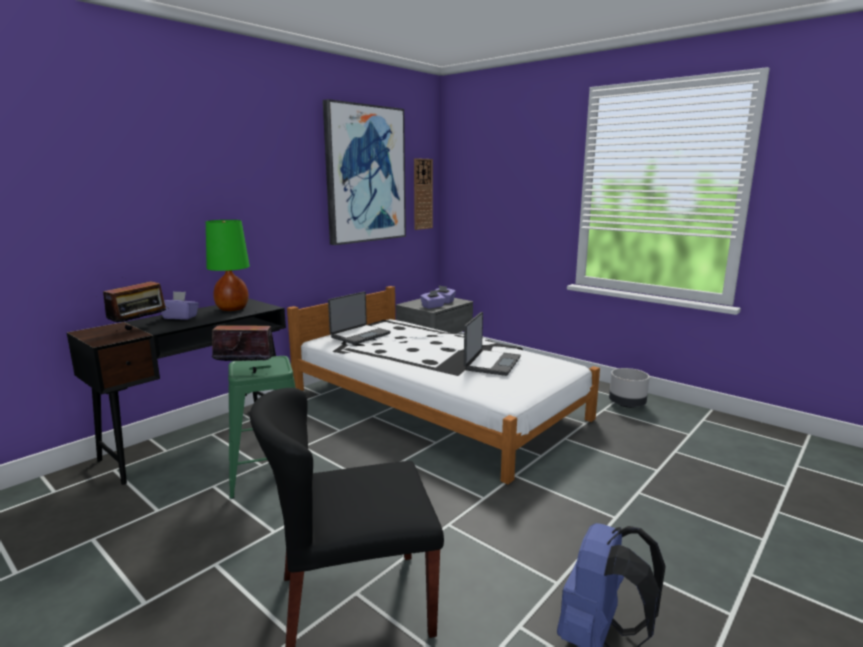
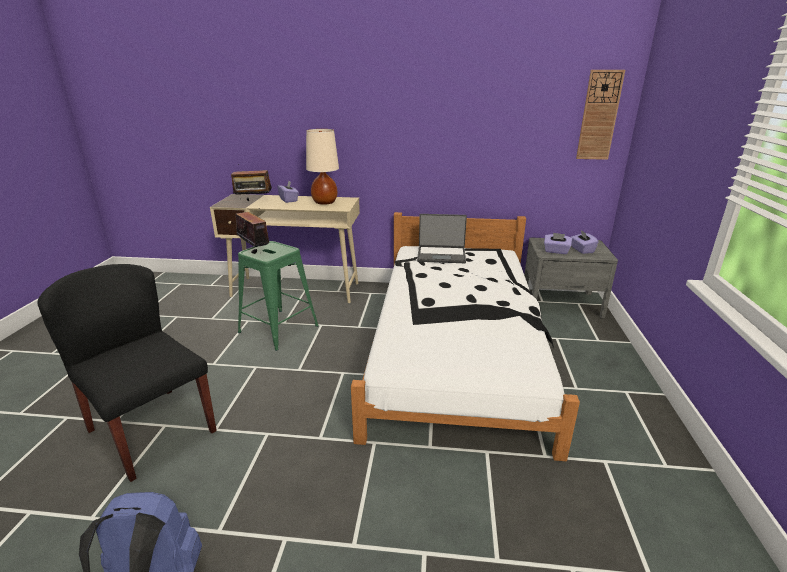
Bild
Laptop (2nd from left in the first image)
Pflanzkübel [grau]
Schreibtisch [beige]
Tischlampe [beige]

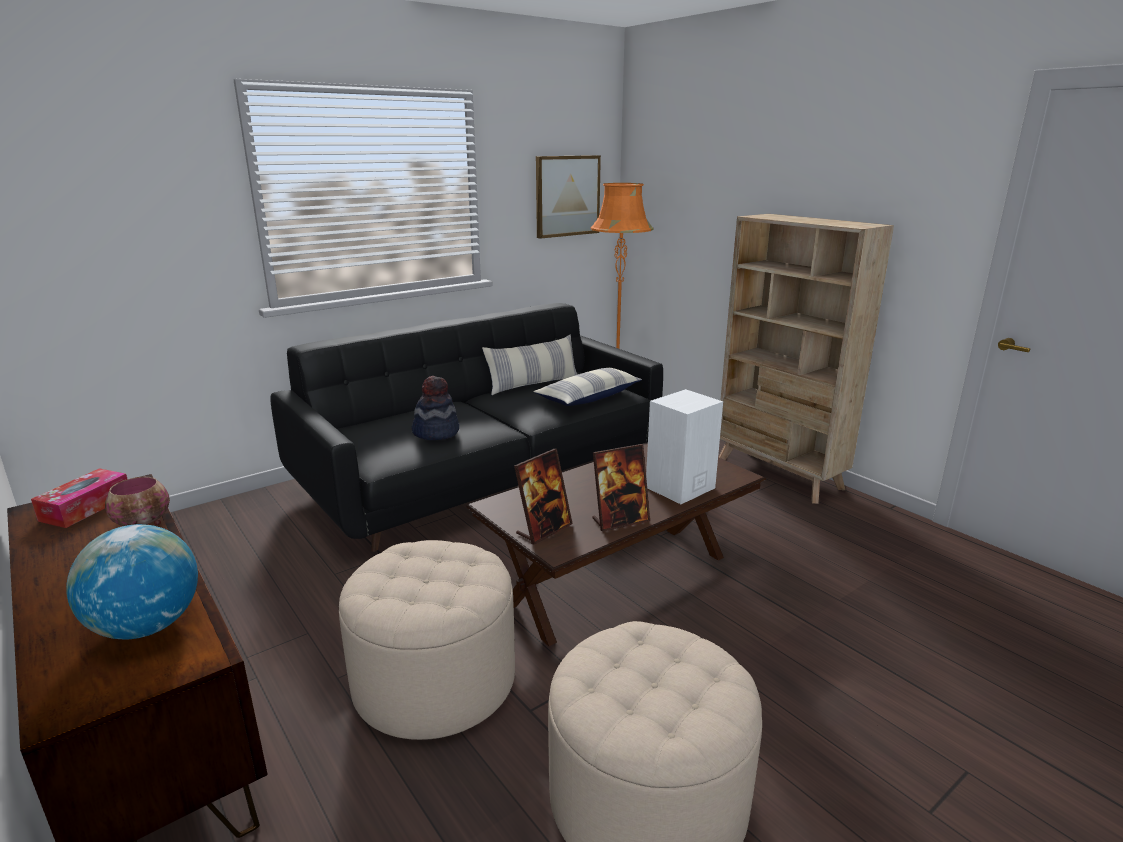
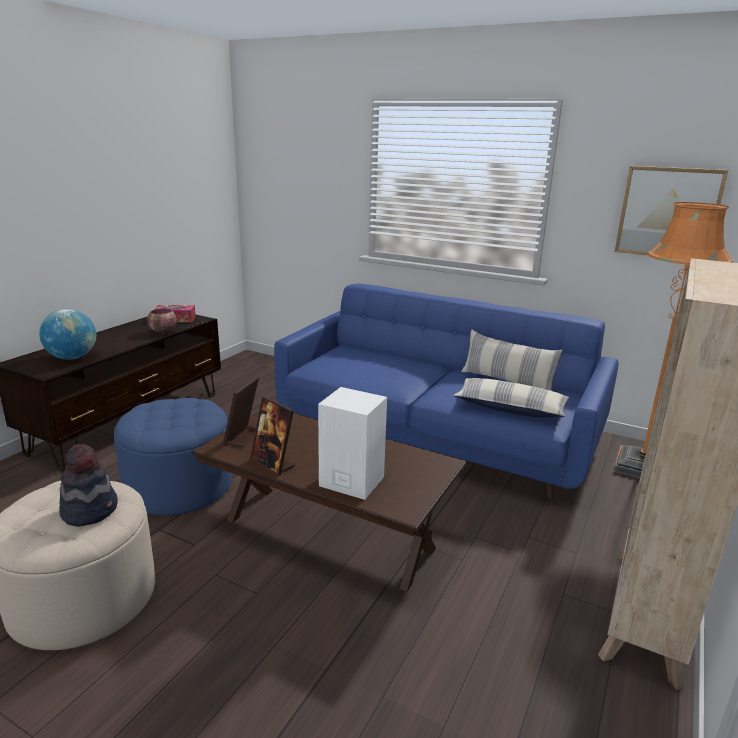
Hut
Sofa [blau]
Polsterhocker [blau]
Bilderrahmen (1st from left)

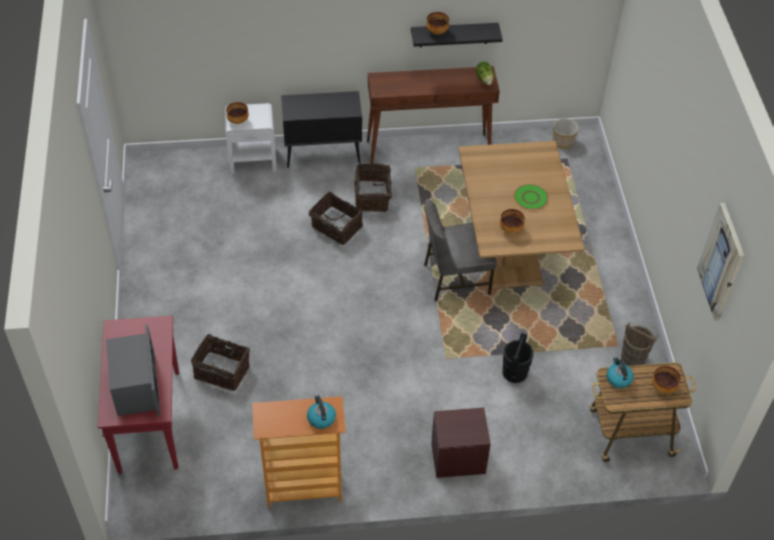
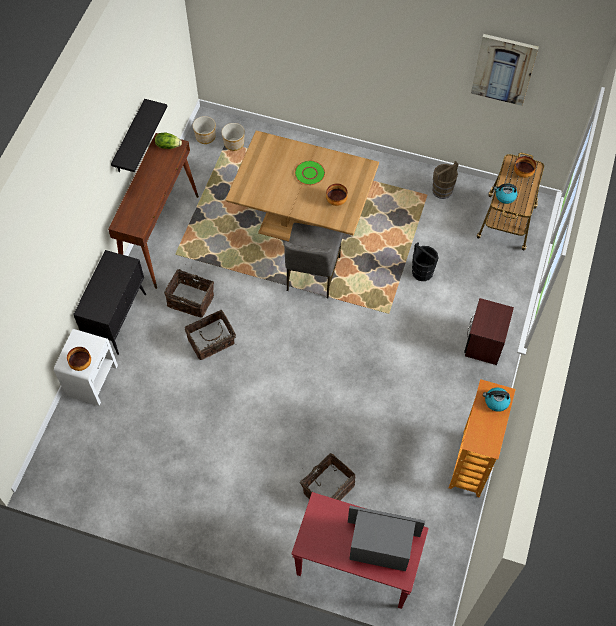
Schüssel (2nd from left in the first image)
Pflanzkübel (2nd from left)

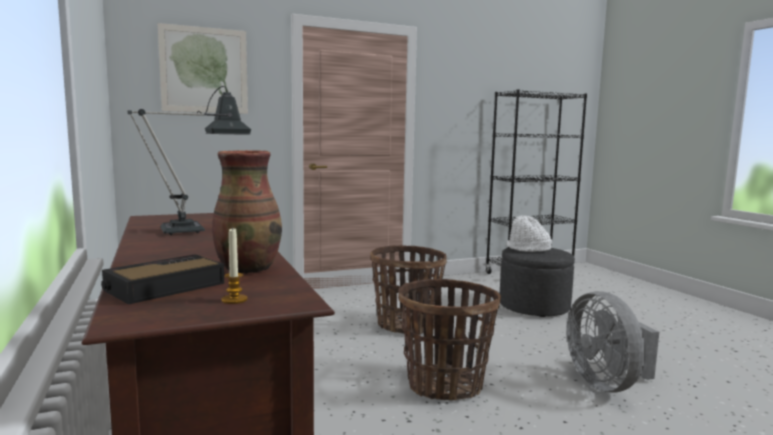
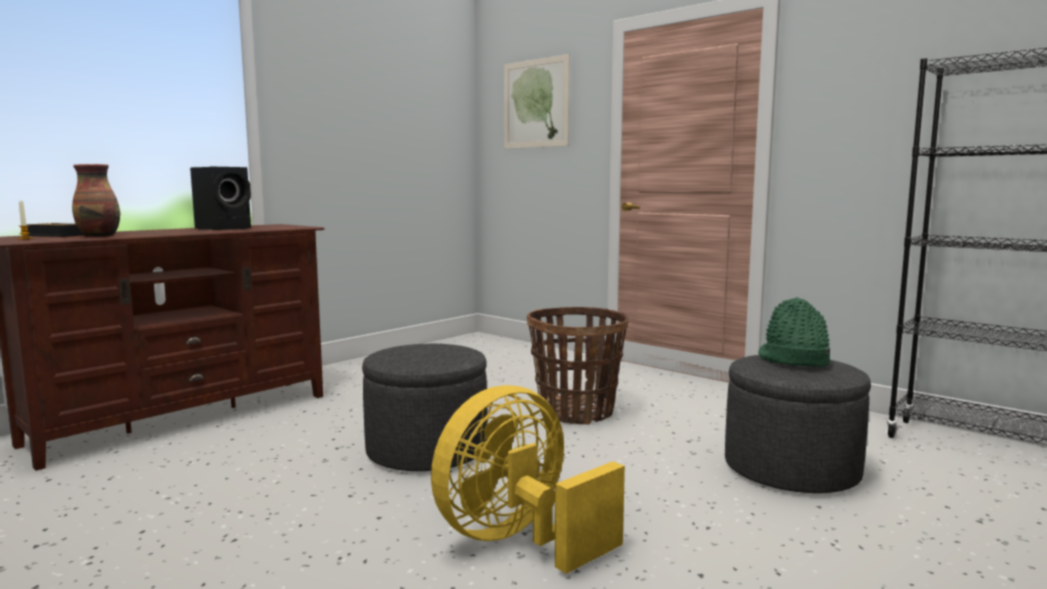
Lautsprecher [schwarz]
Polsterhocker [grau] (1st from left)
Hut [grün]
Ventilator [gelb]

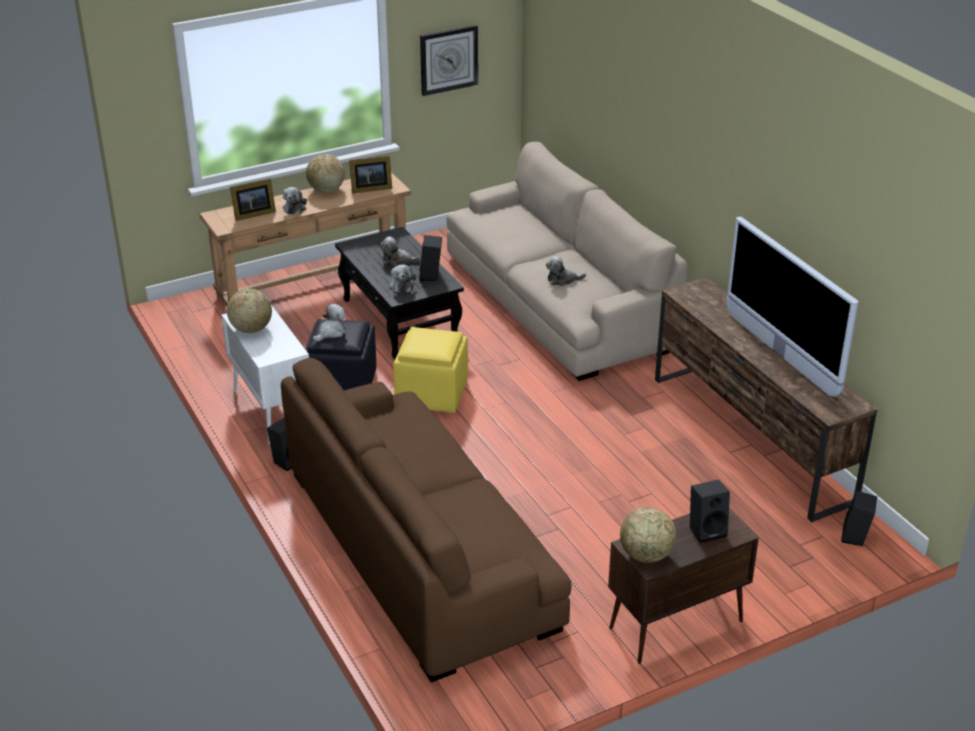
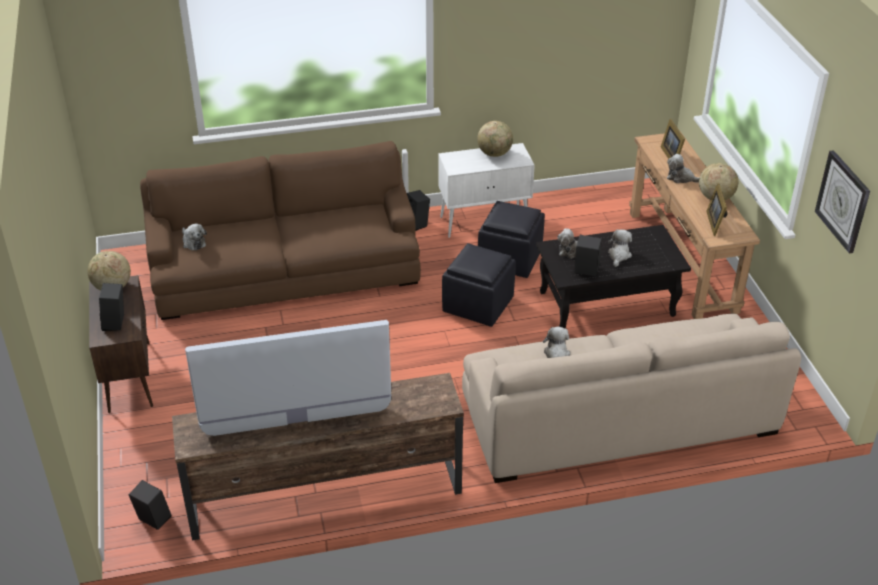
Plüschtier (1st from left)
Polsterhocker [schwarz] (1st from left)

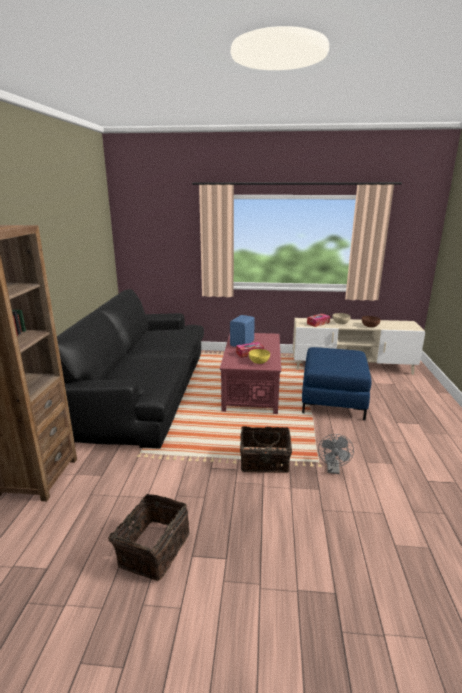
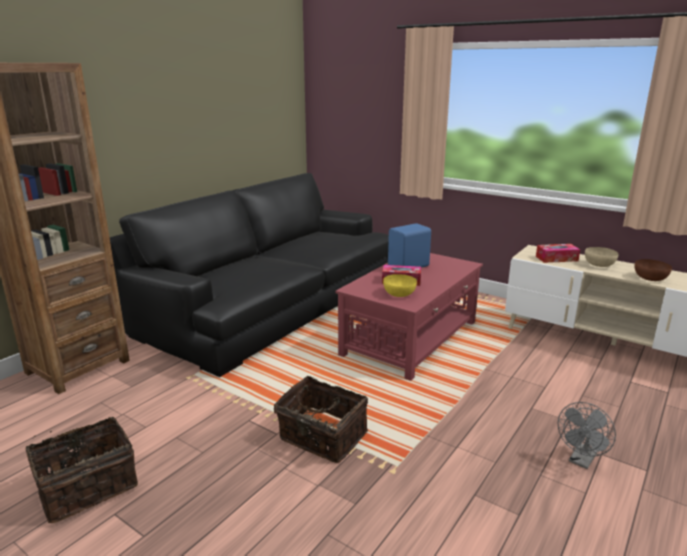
Polsterhocker [blau]
Ventilator [grau]

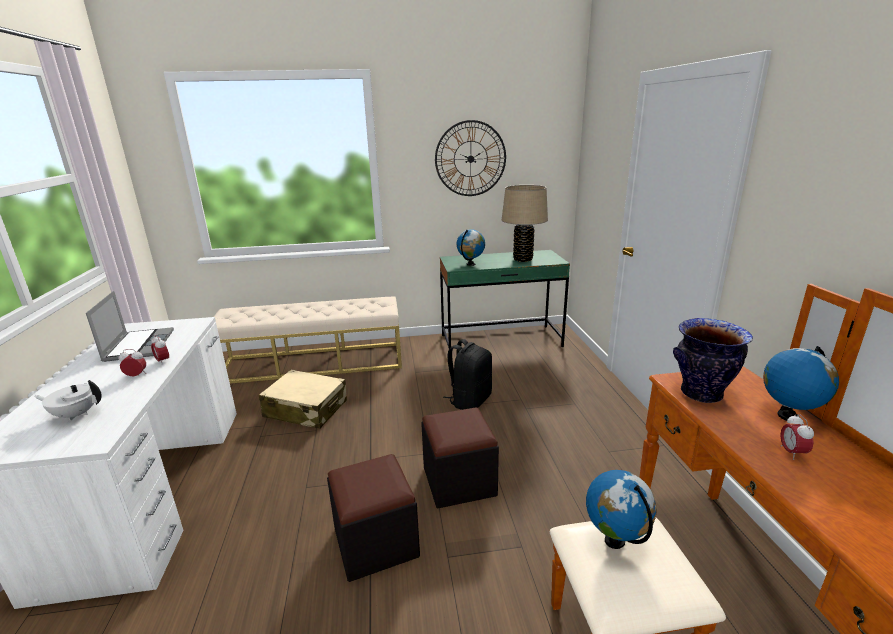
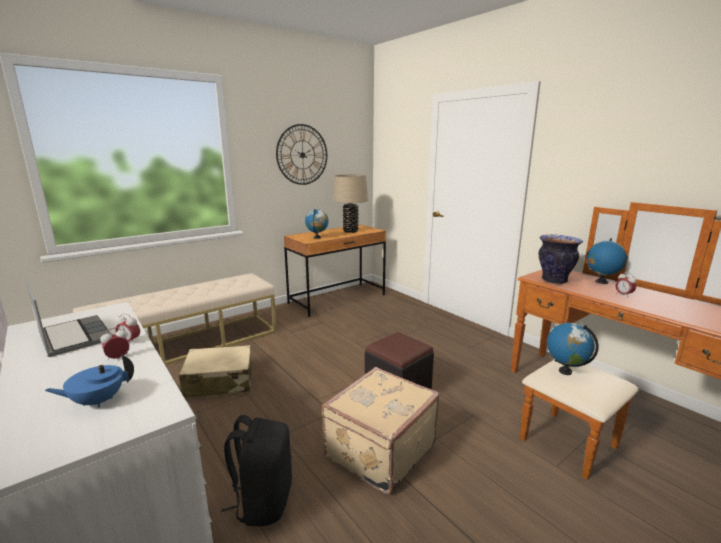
Rucksack [schwarz]
Koffer [beige] (2nd from left)
Teekanne [blau]
Schreibtisch [braun]

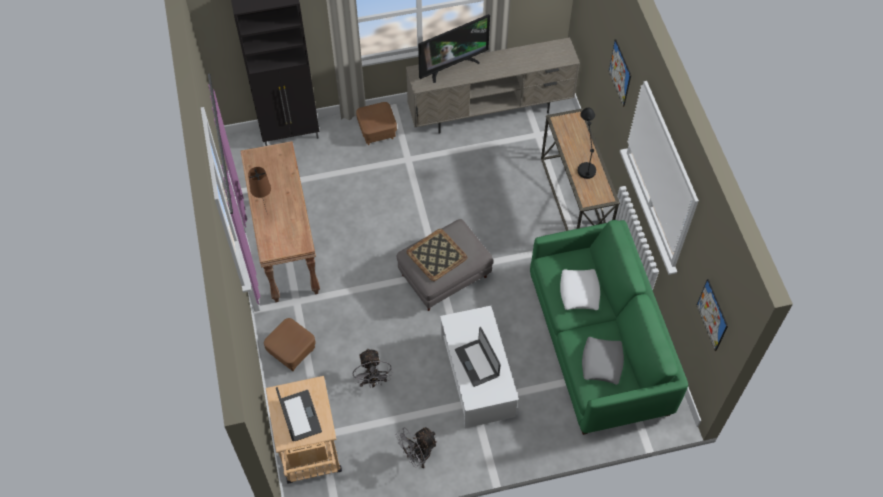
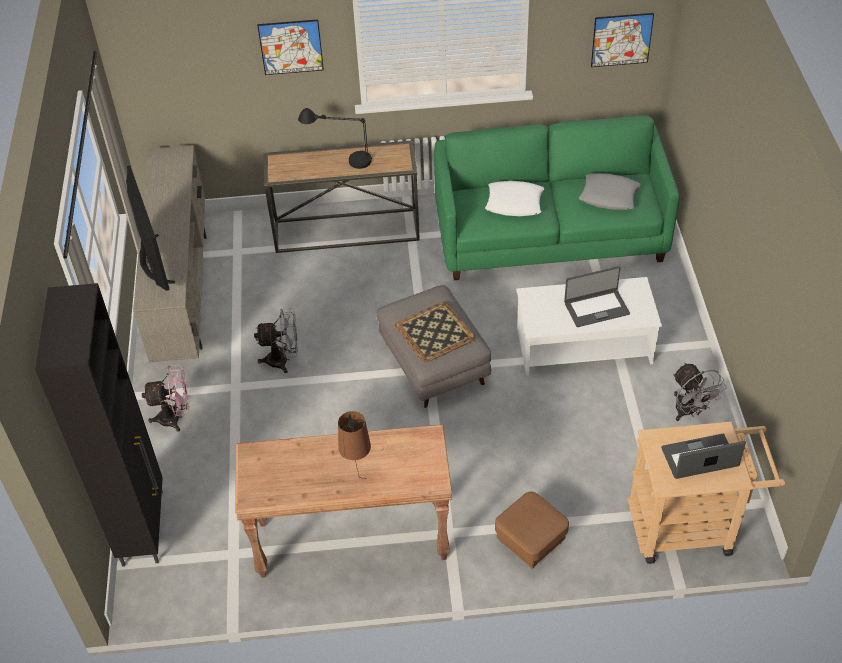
Ventilator [grau] (1st from left)
Ventilator [rosa]

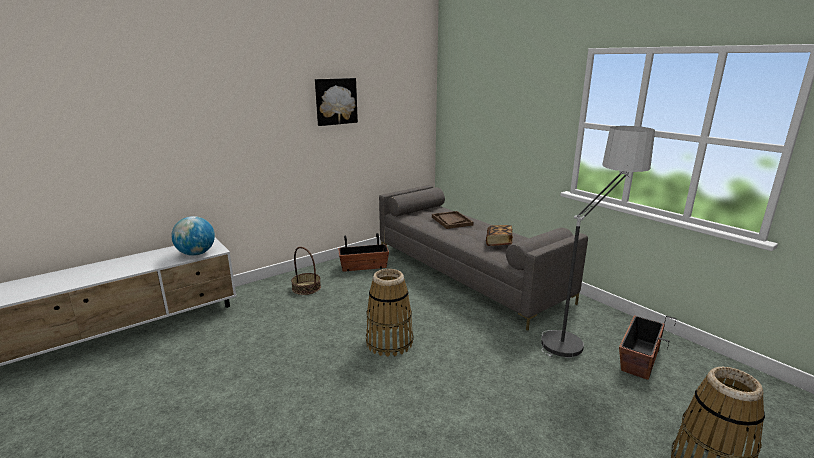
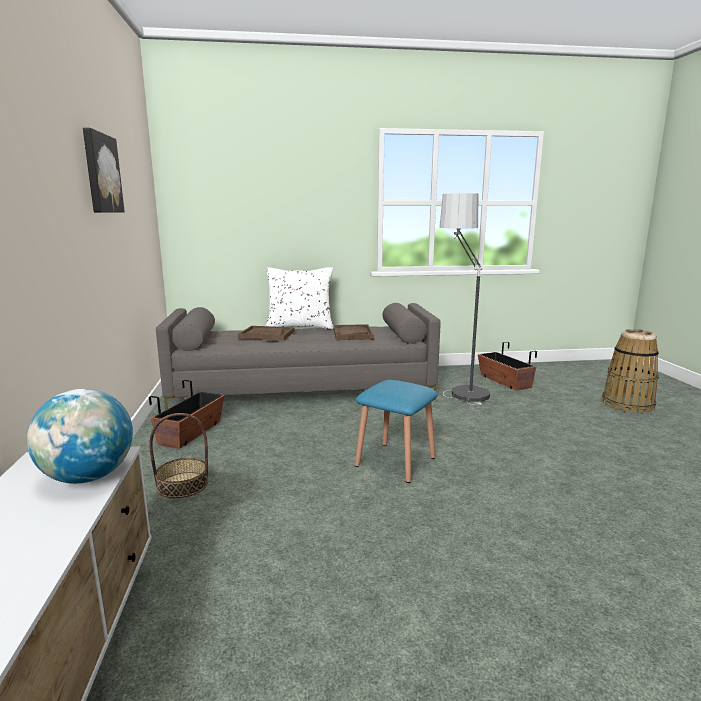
Kissen [weiß]
Hocker [blau]
Tablett [braun] (2nd from left)

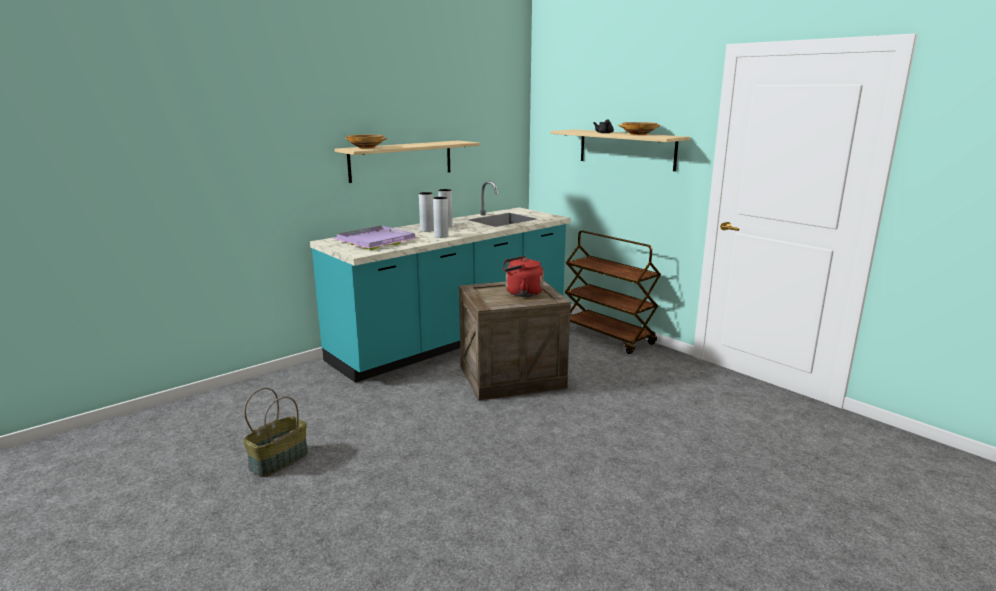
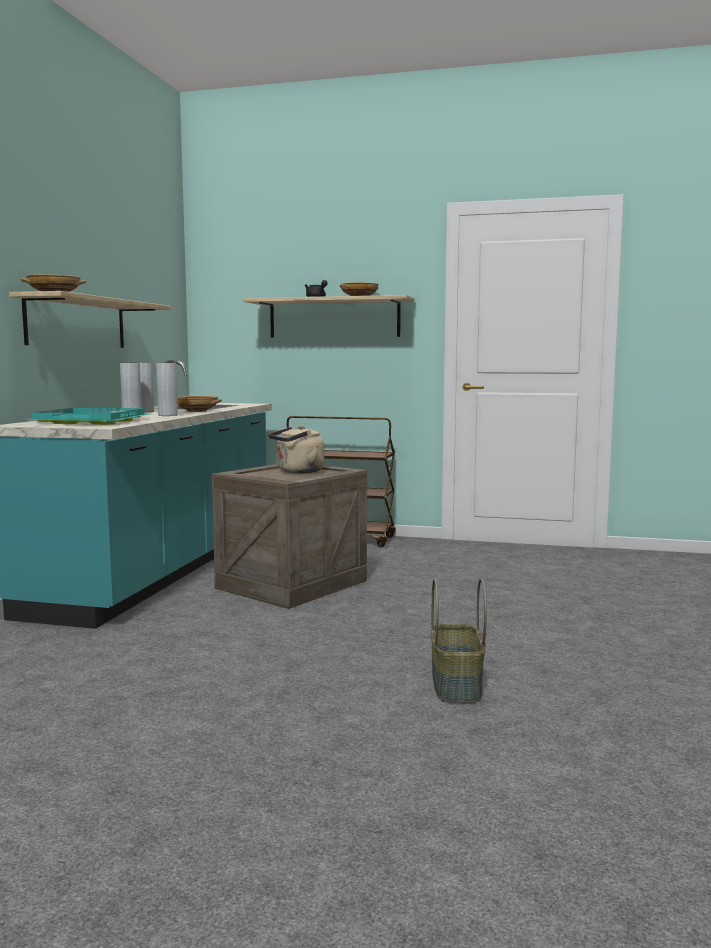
Schüssel [beige] (2nd from left)
Korb
Tablett [türkis]
Wasserkessel [beige]

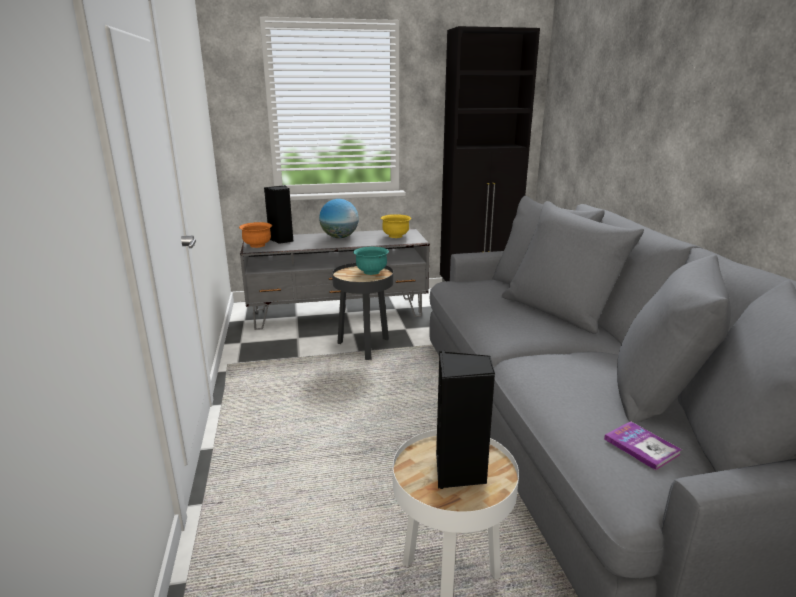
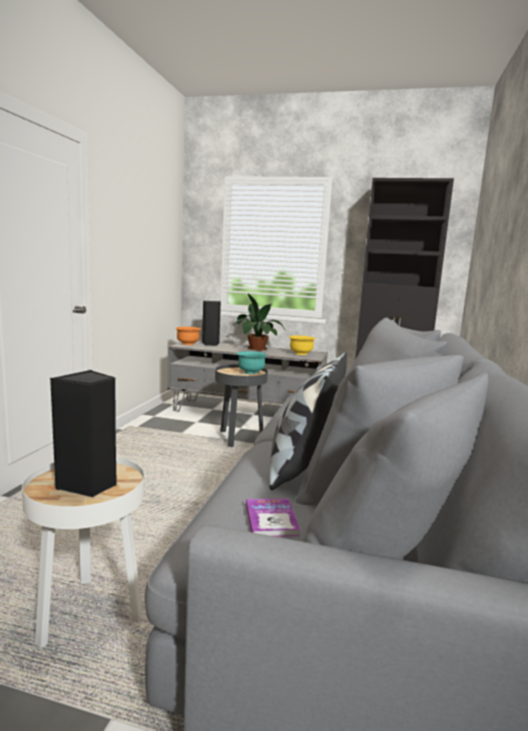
Kissen
Topfpflanze

